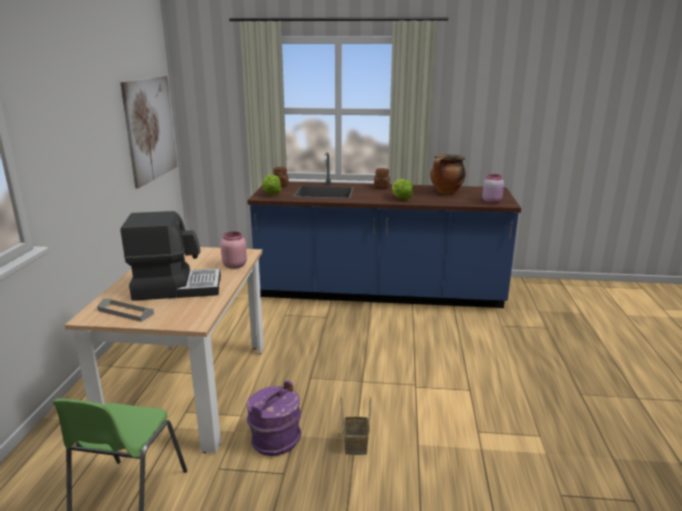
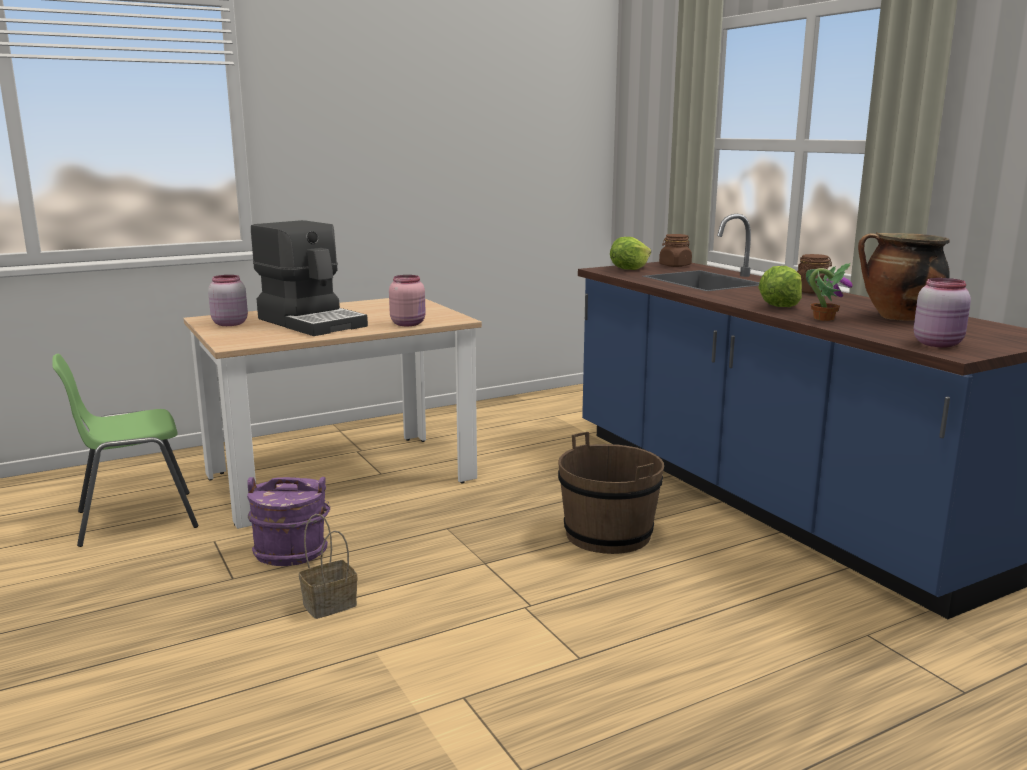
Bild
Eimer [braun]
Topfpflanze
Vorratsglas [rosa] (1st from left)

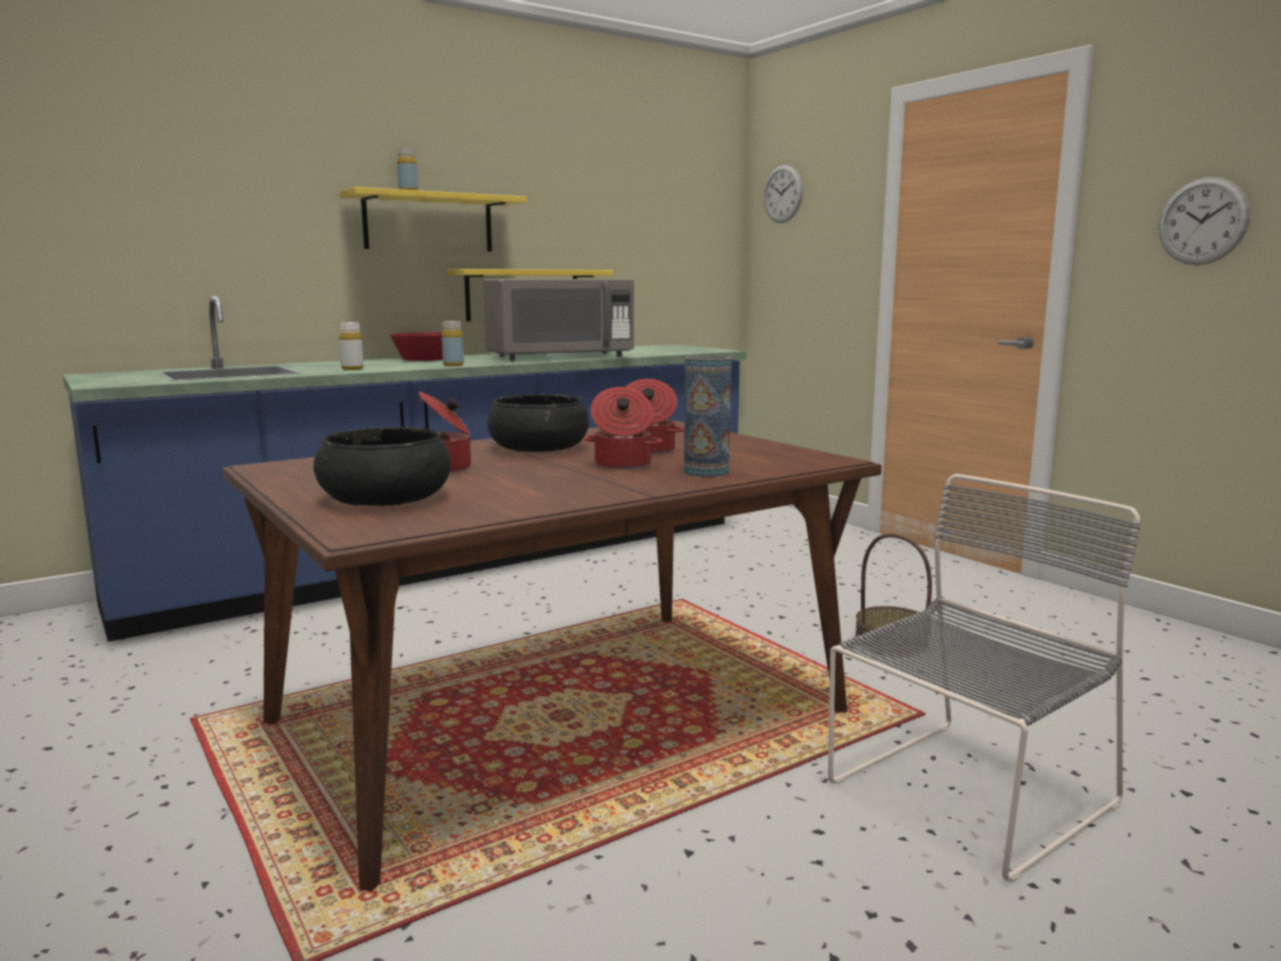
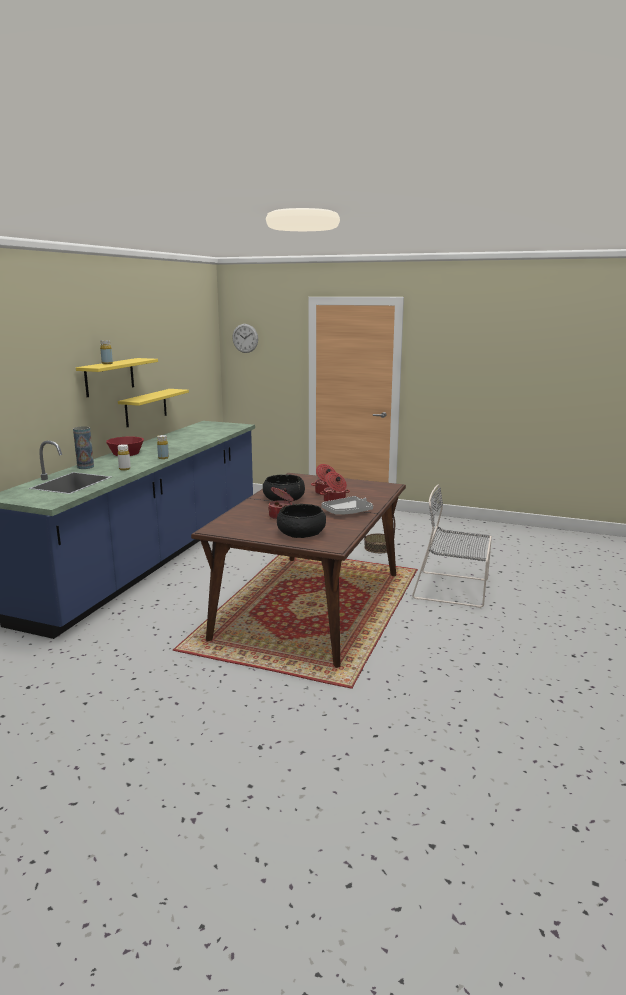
Mikrowelle [grau]
Wanduhr (2nd from left in the first image)
Tablett [grau]
Vase
Stuhl [grau]

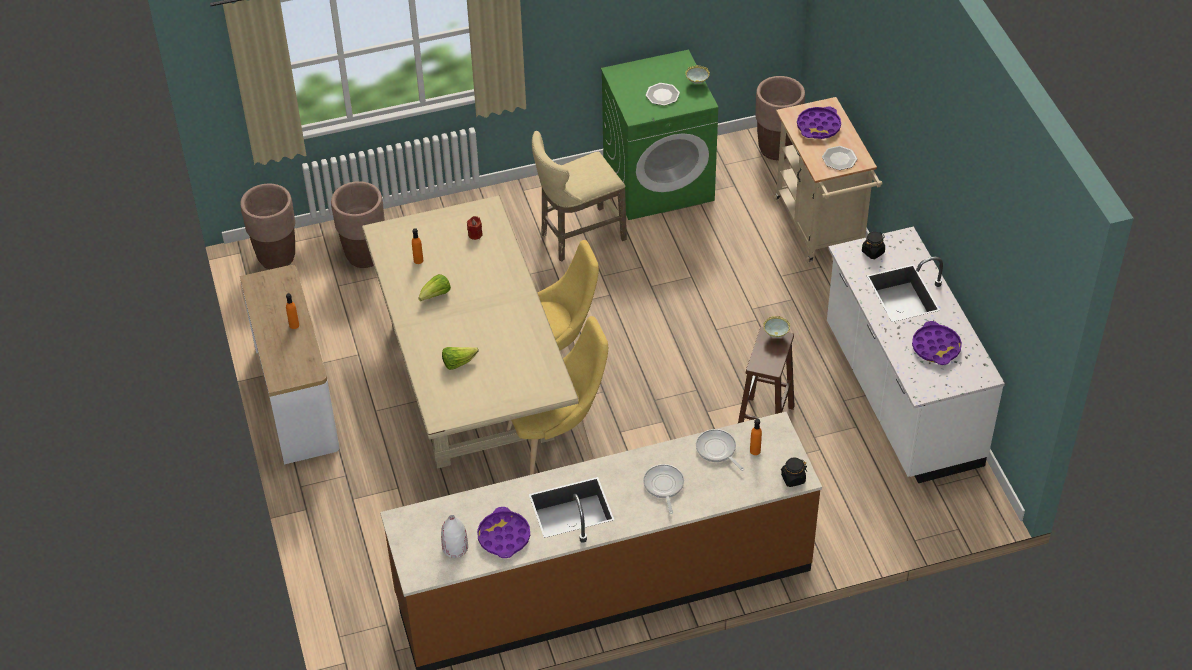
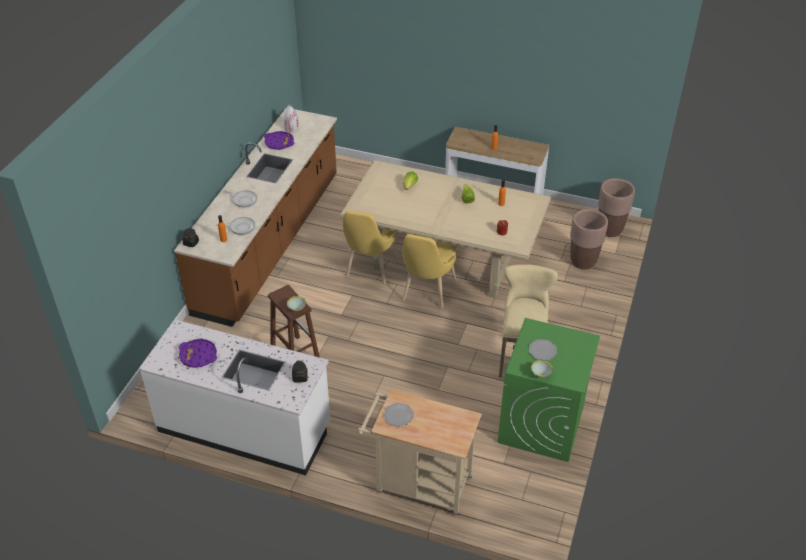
Pflanzkübel [braun] (3rd from left in the first image)
Tablett [lila] (2nd from left in the first image)

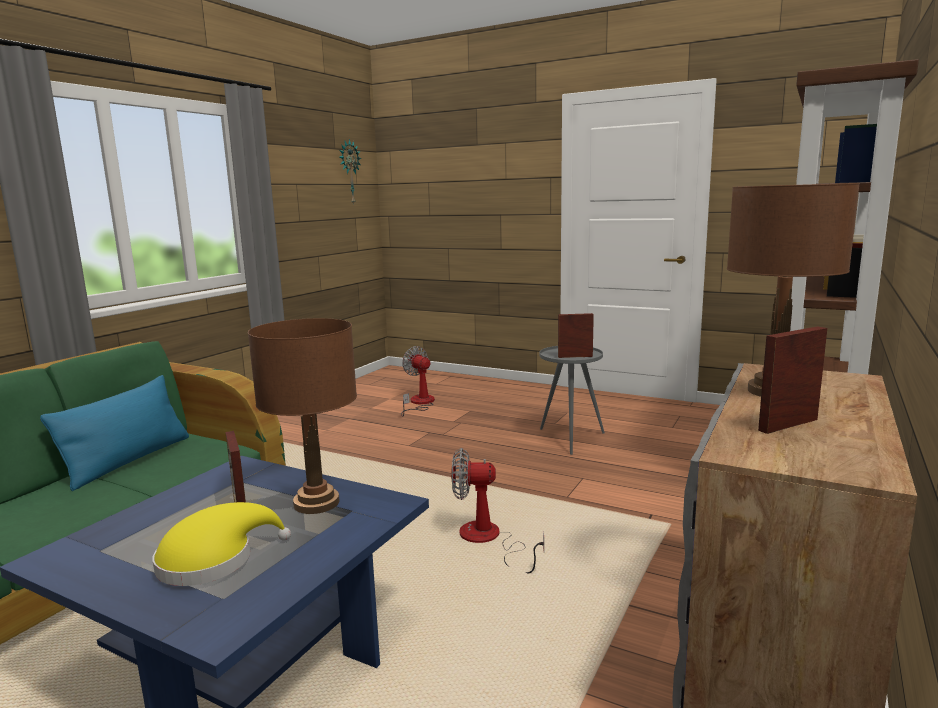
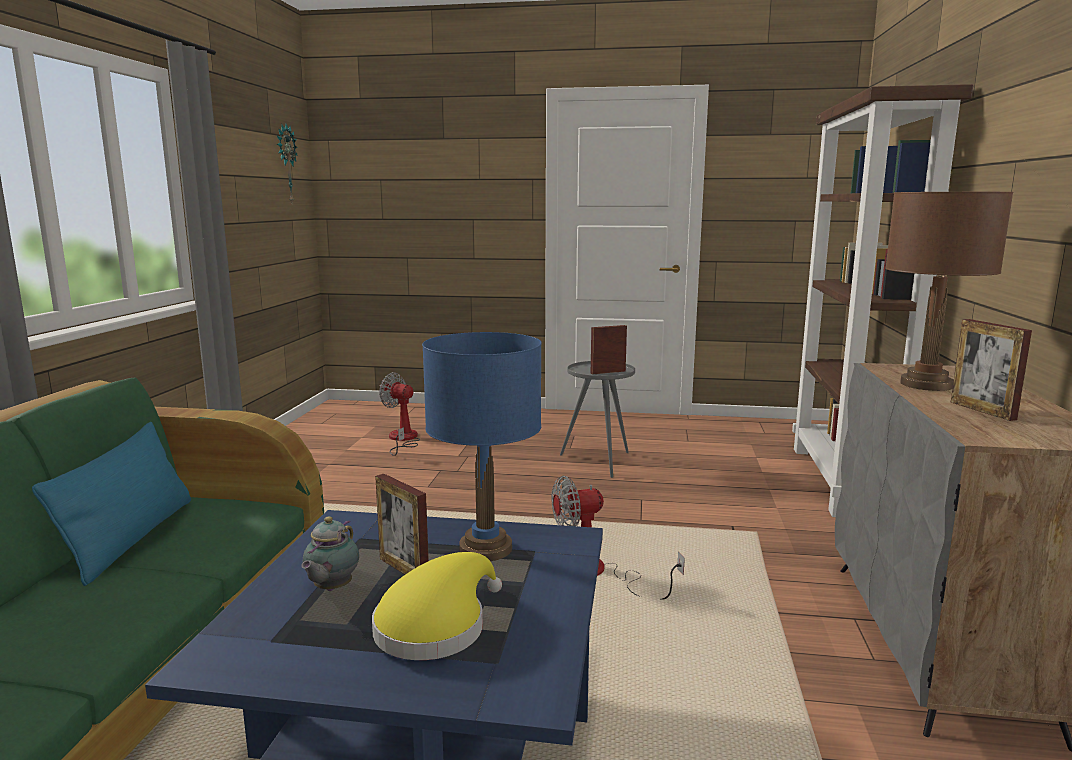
Teekanne
Tischlampe [blau]
Bilderrahmen (3rd from left)

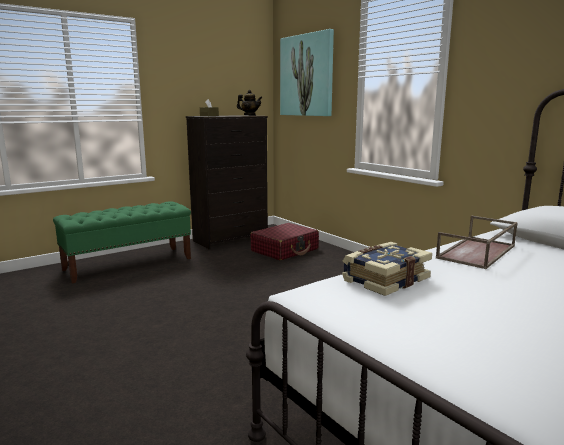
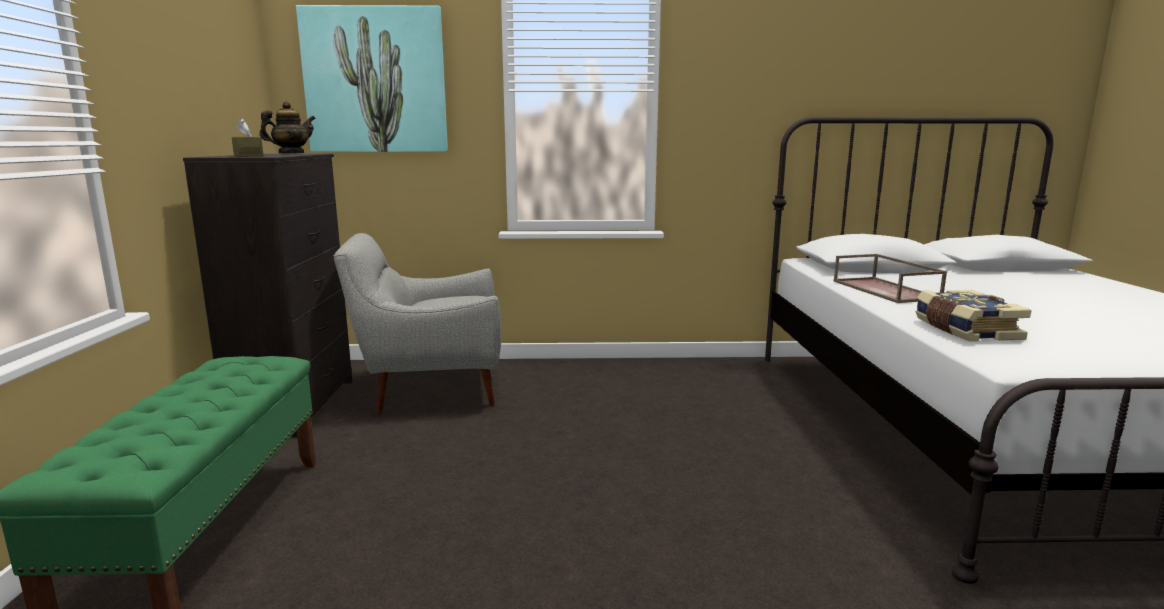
Sessel [grau]

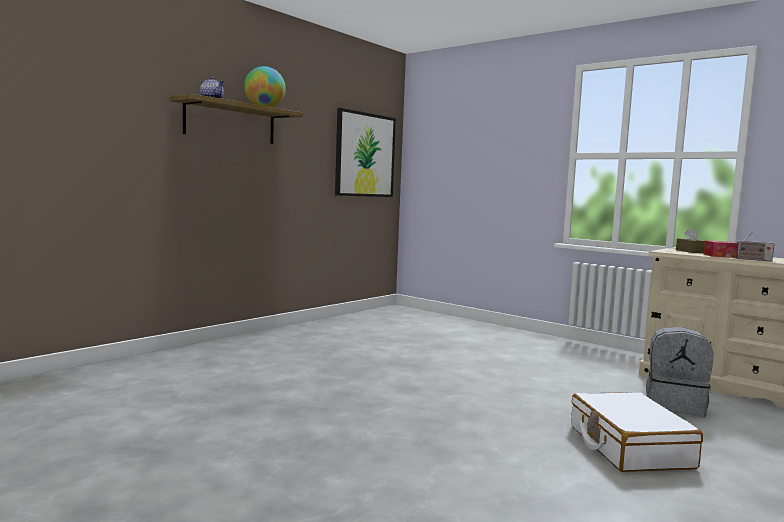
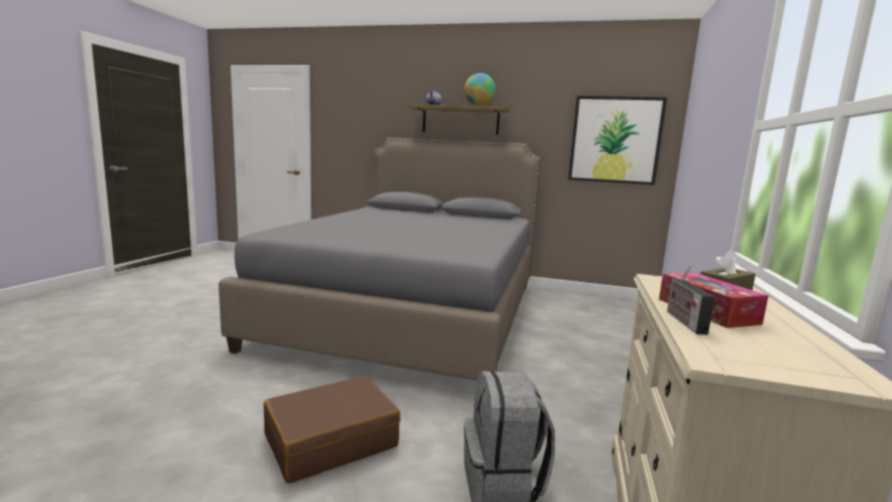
Bett [grau]
Koffer [braun]

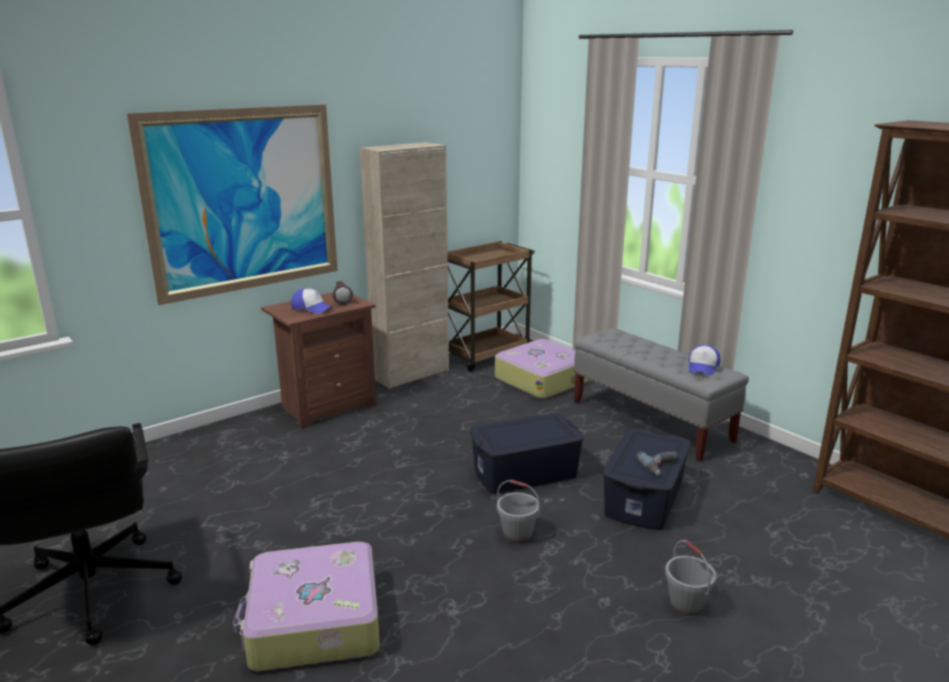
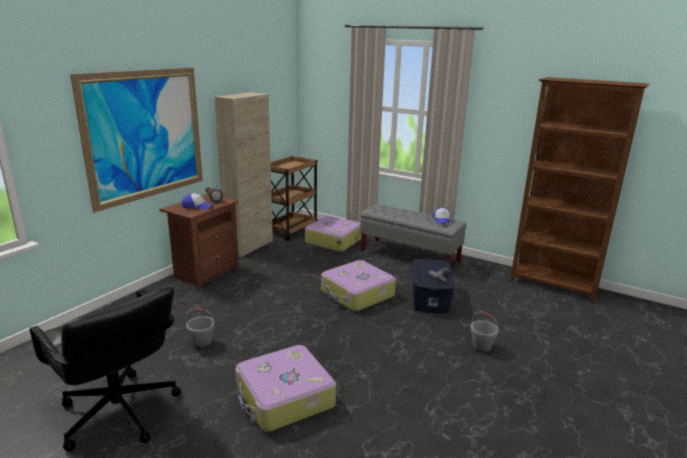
Eimer [grau] (1st from left)
Koffer (3rd from left)

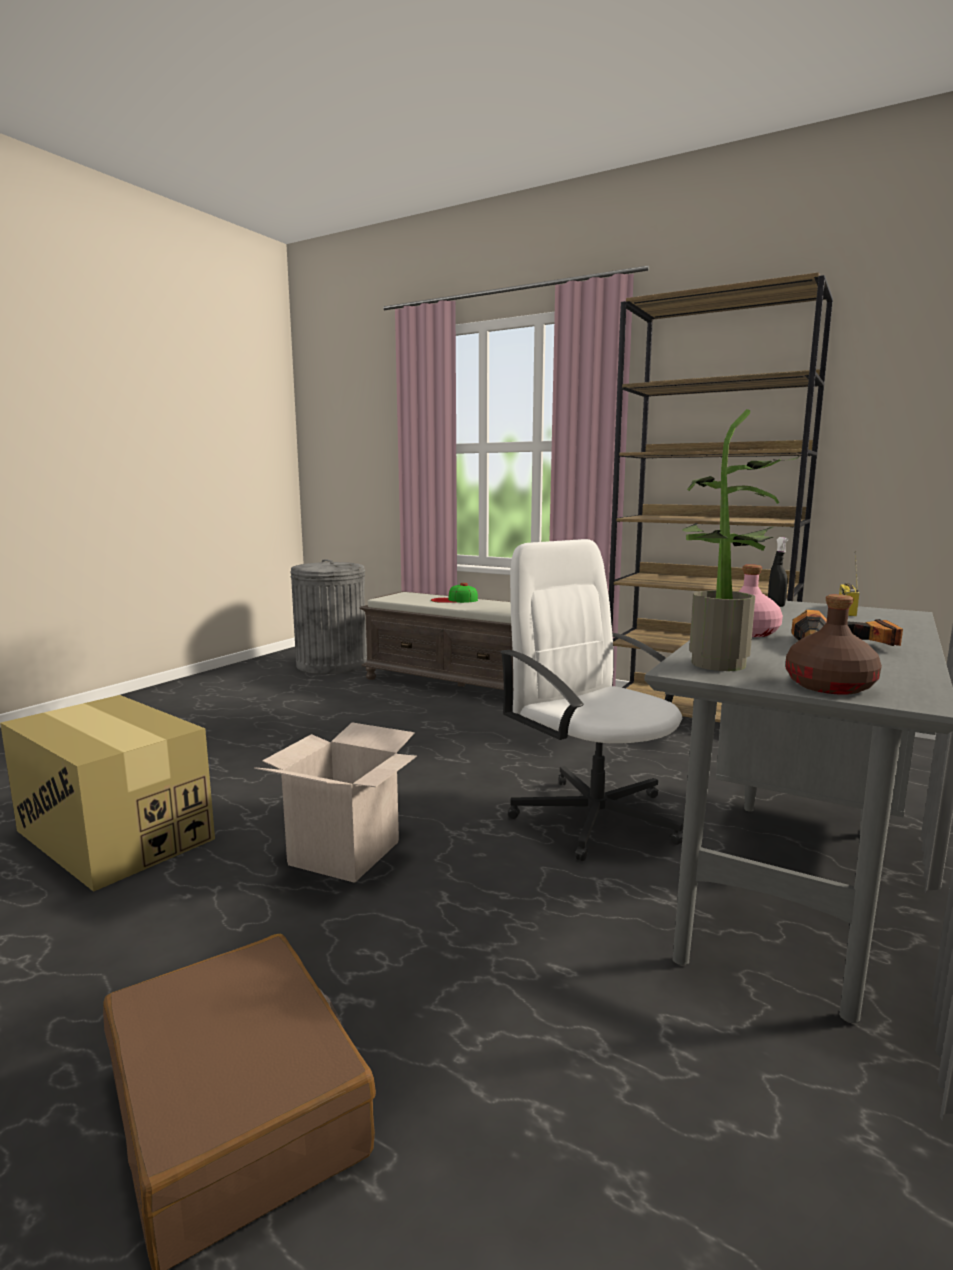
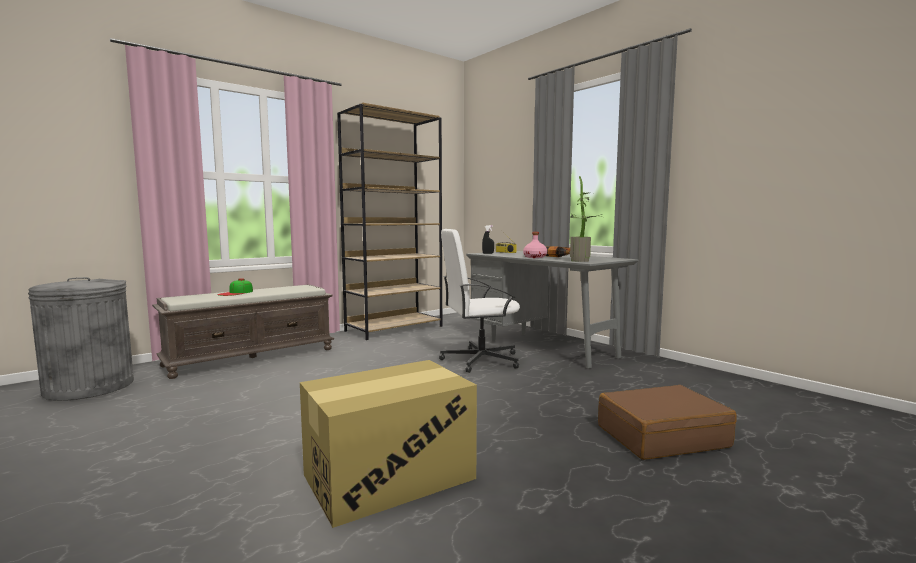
Karton (2nd from left in the first image)
Flasche [braun]

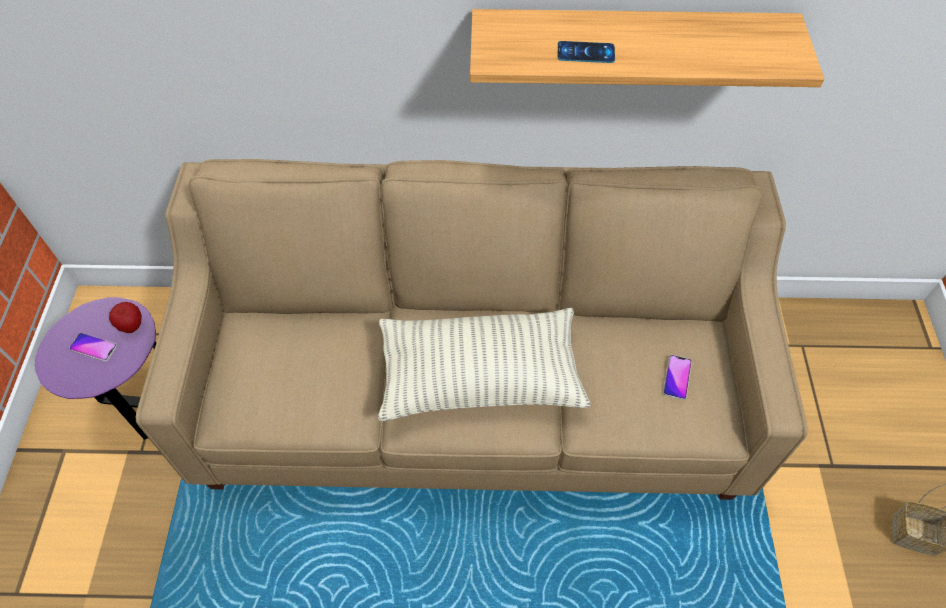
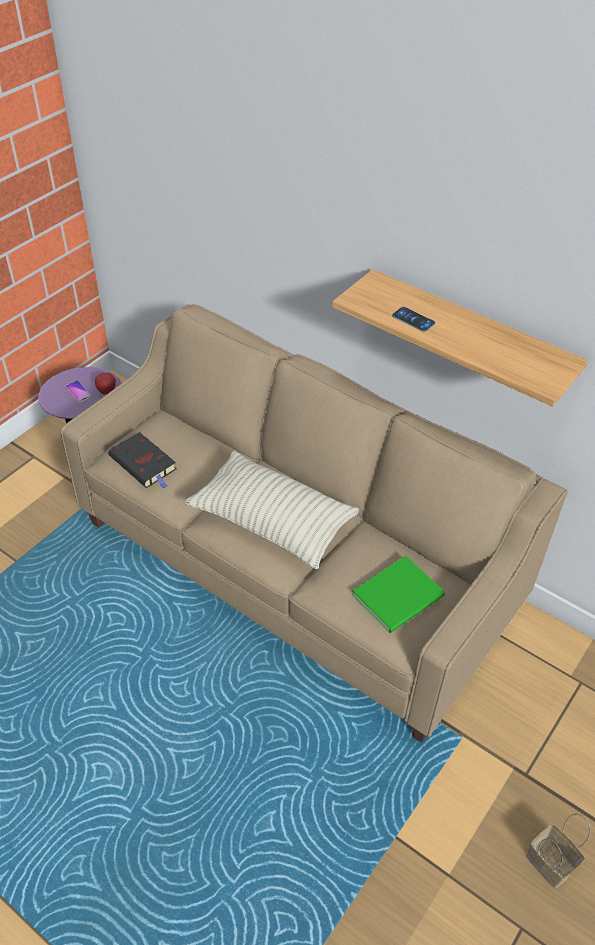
Buch [schwarz]
Buch [grün]

